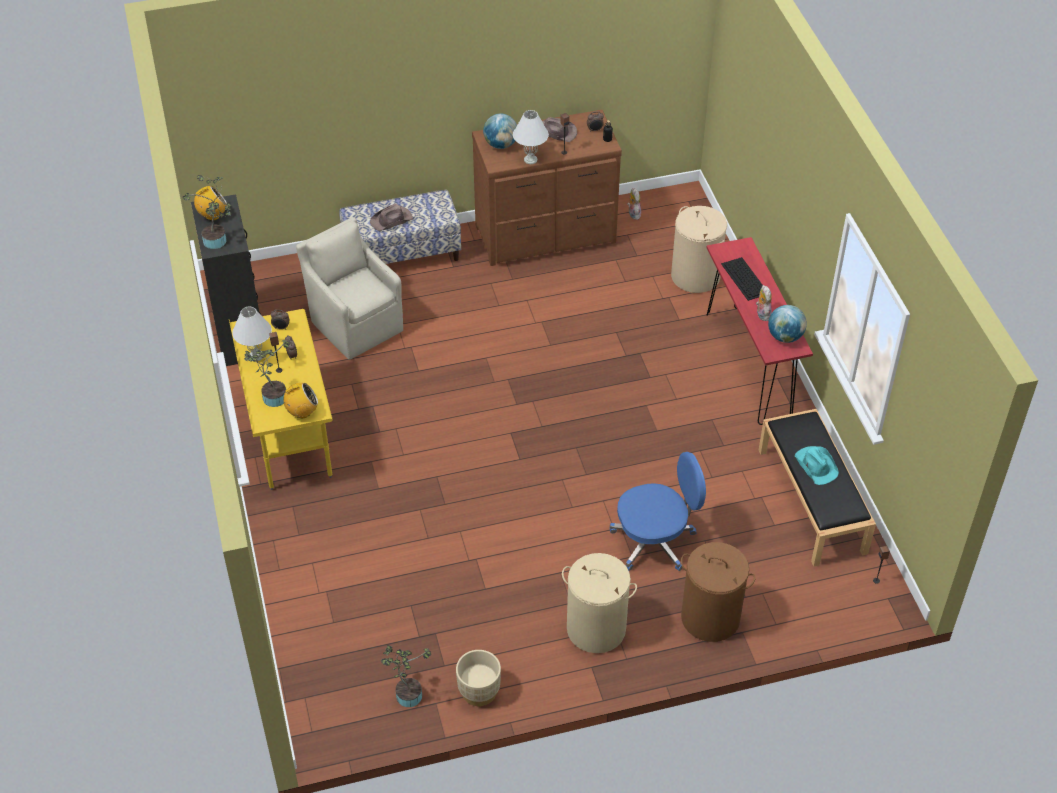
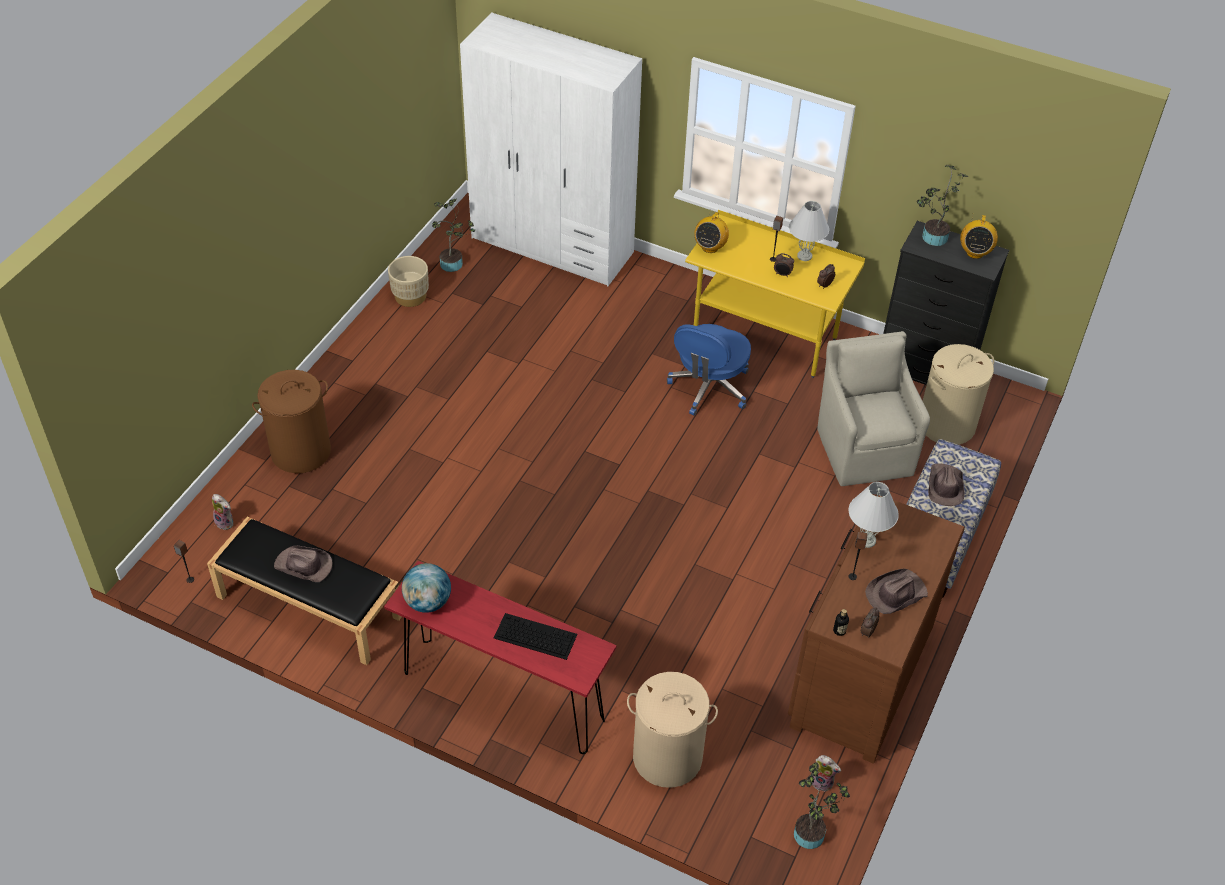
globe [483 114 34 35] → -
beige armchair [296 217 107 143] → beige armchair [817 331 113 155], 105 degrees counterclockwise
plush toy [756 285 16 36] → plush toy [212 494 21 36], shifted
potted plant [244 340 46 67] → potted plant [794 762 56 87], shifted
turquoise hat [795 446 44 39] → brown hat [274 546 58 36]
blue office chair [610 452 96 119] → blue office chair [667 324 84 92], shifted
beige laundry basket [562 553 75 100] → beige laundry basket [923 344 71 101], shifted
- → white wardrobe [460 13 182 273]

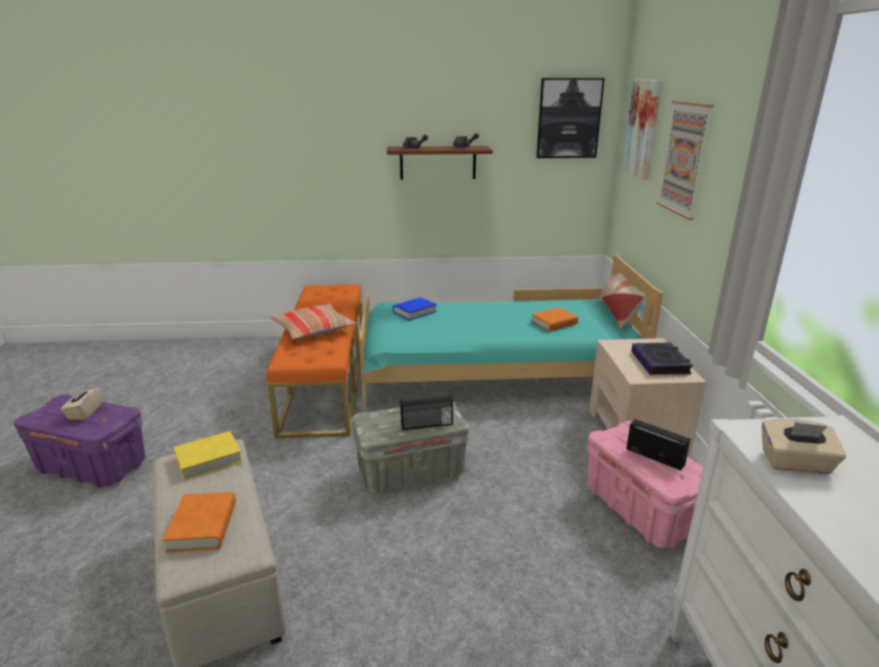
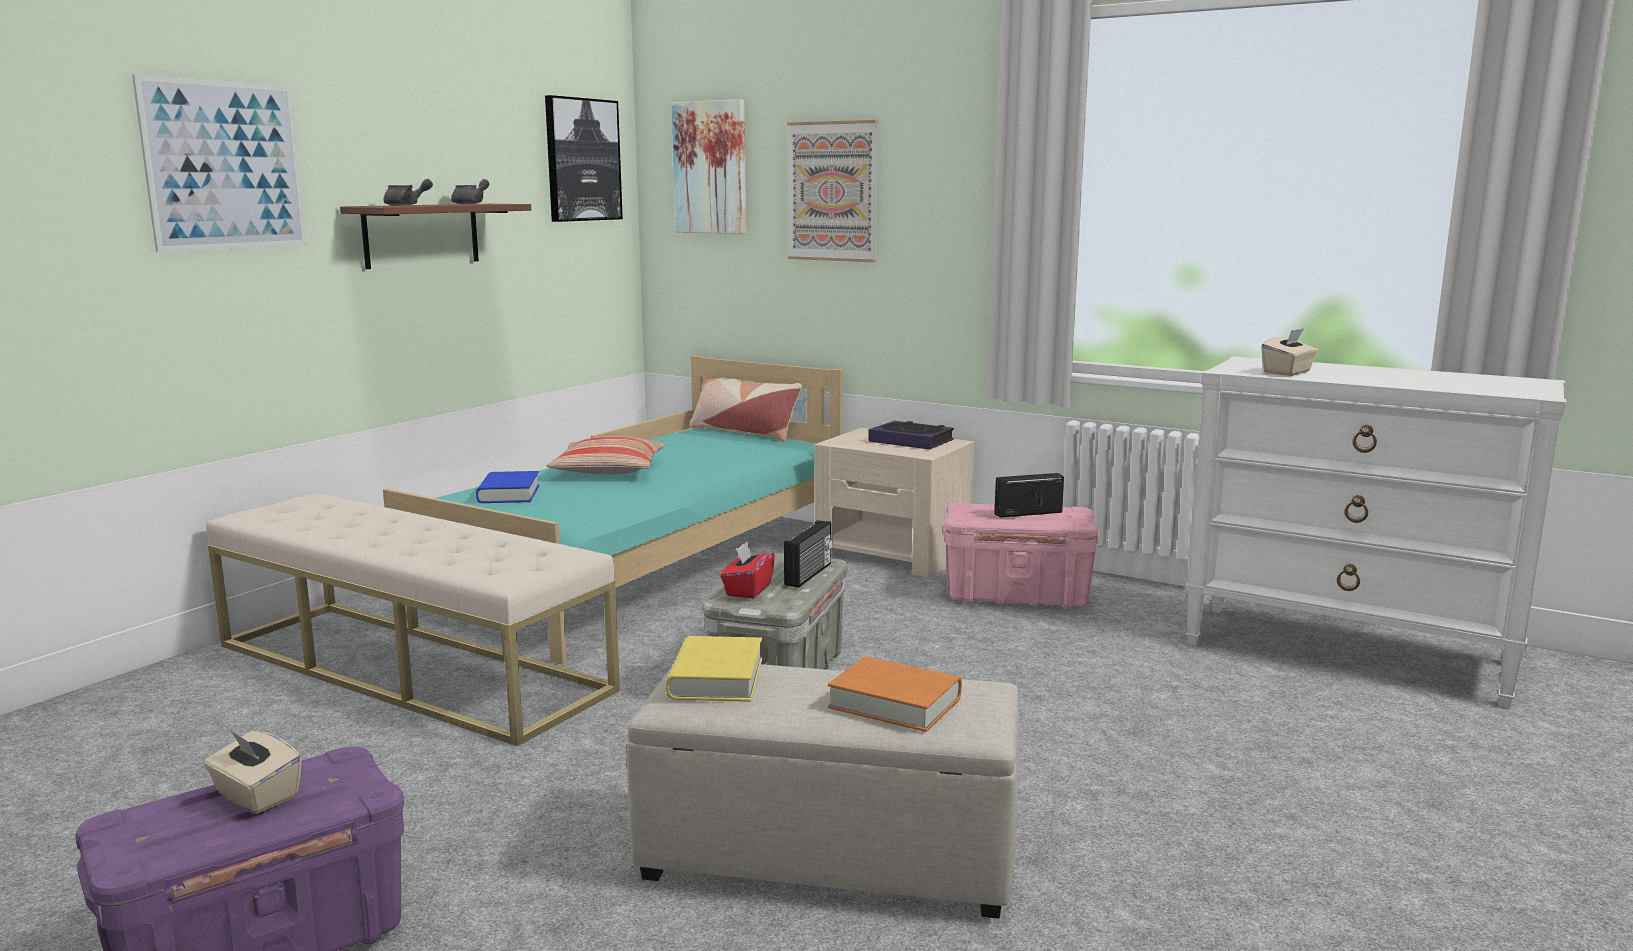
orange bench [266 284 97 154] → beige bench [206 493 414 253]
pillow [271 304 85 35] → pillow [546 436 120 39], shifted
orange book [531 307 47 24] → -
- → picture [132 74 175 178]
- → red tissue box [720 542 55 57]

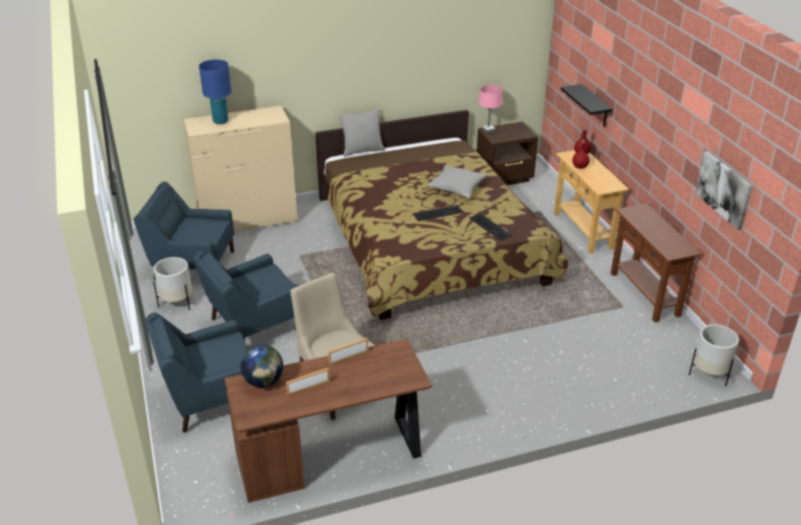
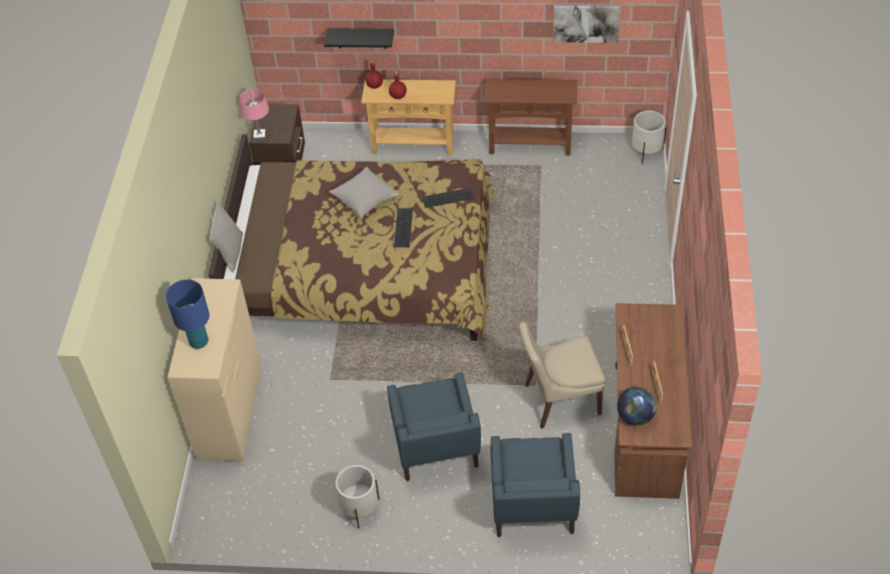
blue armchair [134 182 100 99] → -

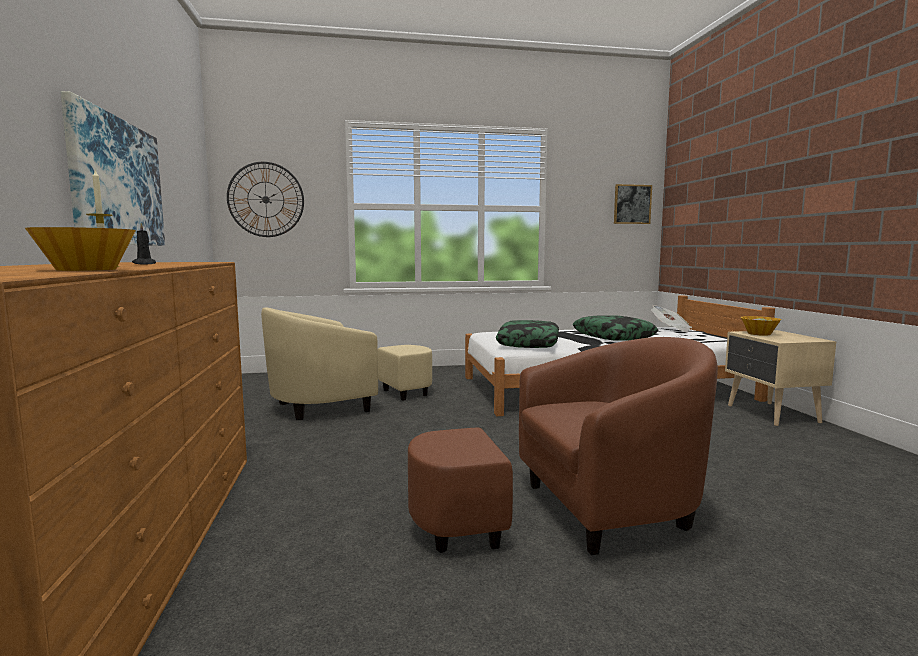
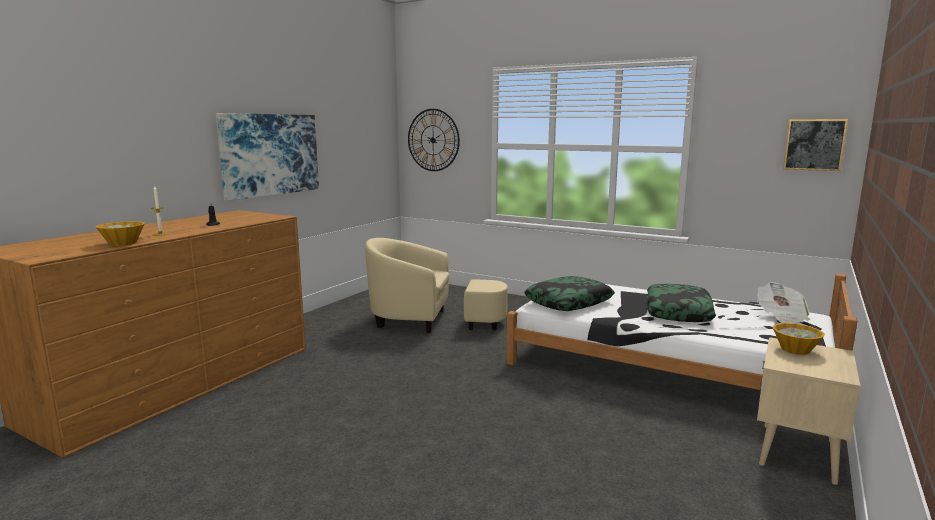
brown armchair [408 337 310 218] → -

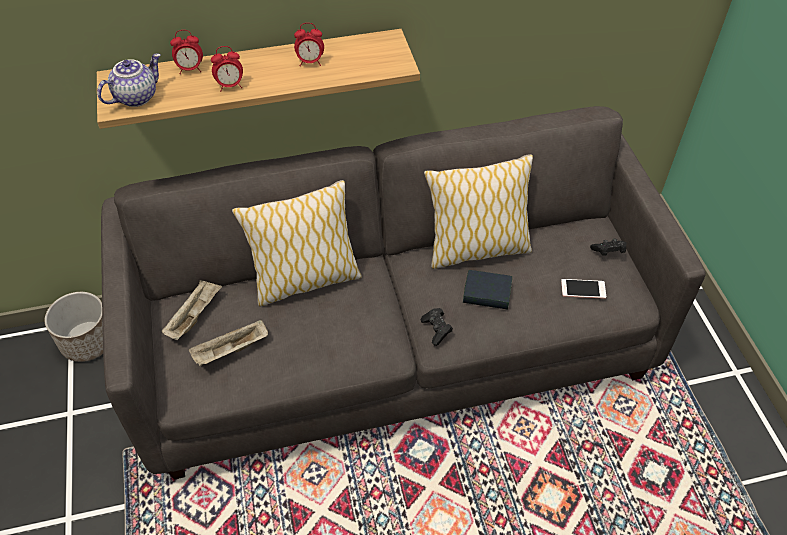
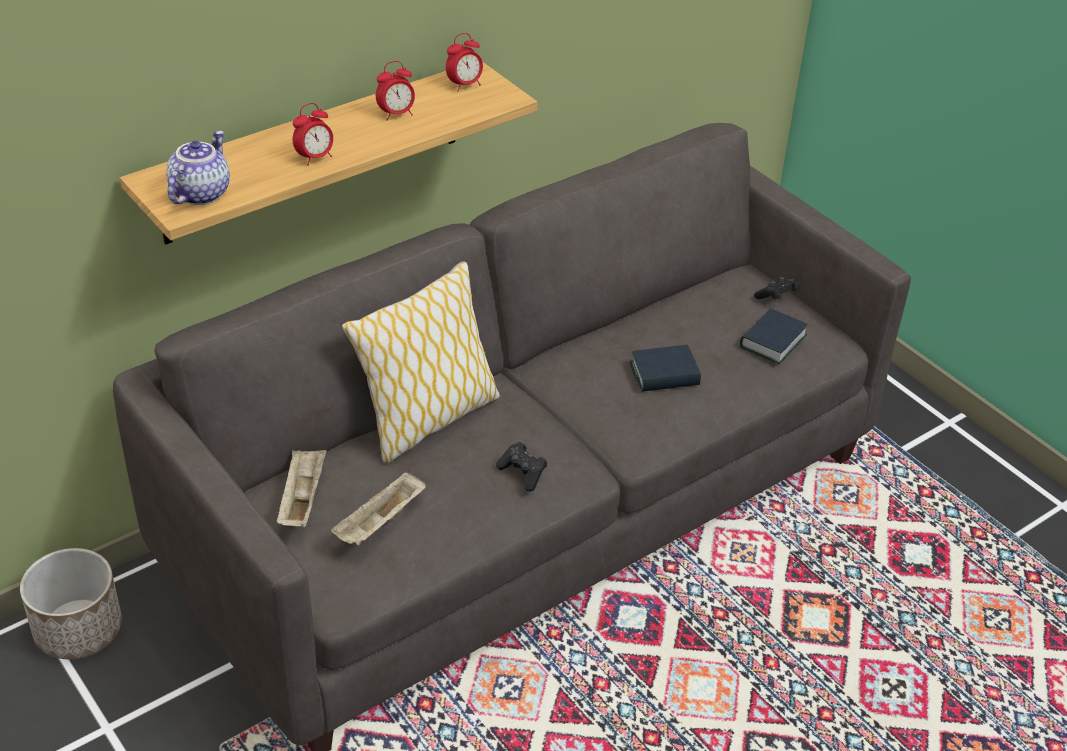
alarm clock [170 30 33 44] → alarm clock [446 33 37 59], shifted
pillow [424 154 109 115] → -
phone [561 279 45 20] → book [740 308 68 56]
black game controller [421 308 32 38] → black game controller [496 442 51 49], shifted

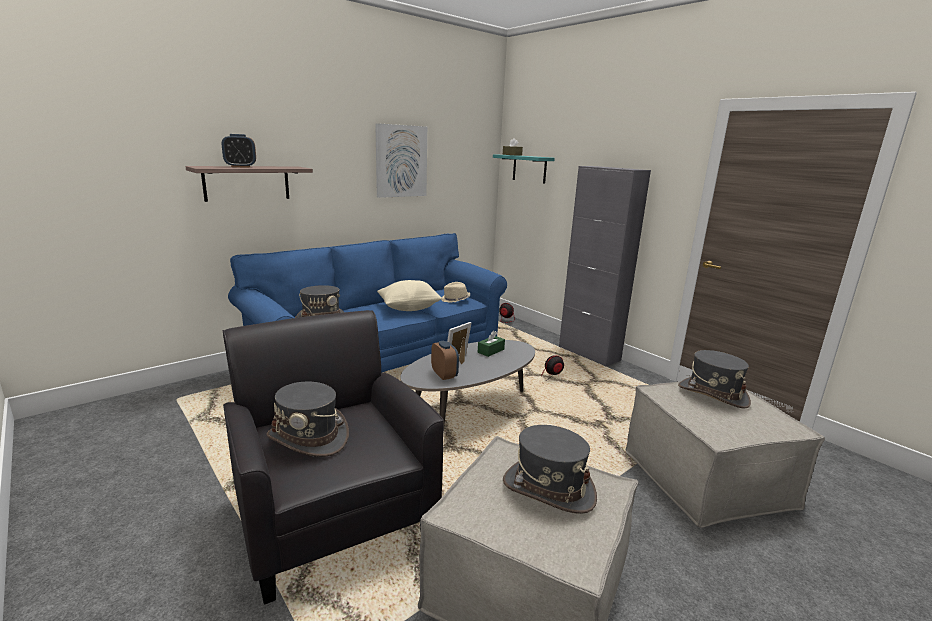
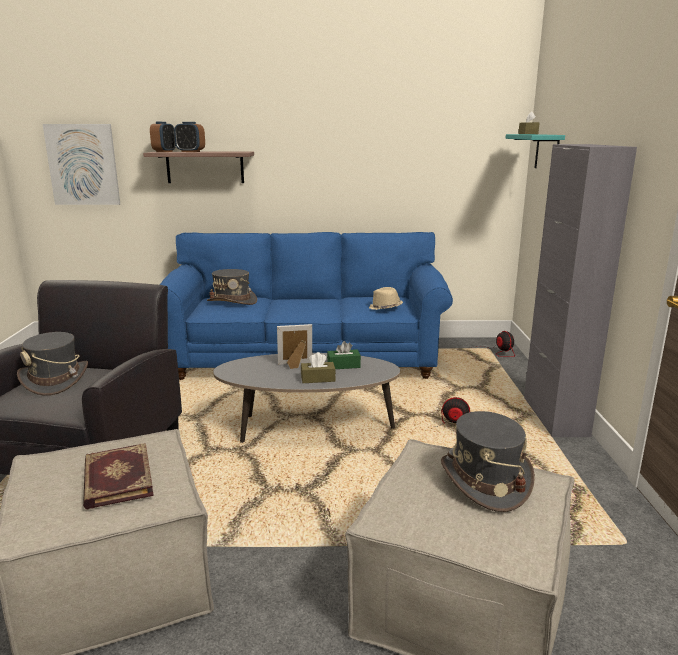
picture [375 123 52 75] → picture [43 124 77 81], shifted
beige pillow [377 280 65 31] → -
alarm clock [431 340 28 40] → alarm clock [150 122 26 30], shifted
grey hat [503 425 94 89] → book [83 443 71 66]
- → brown tissue box [301 352 35 31]

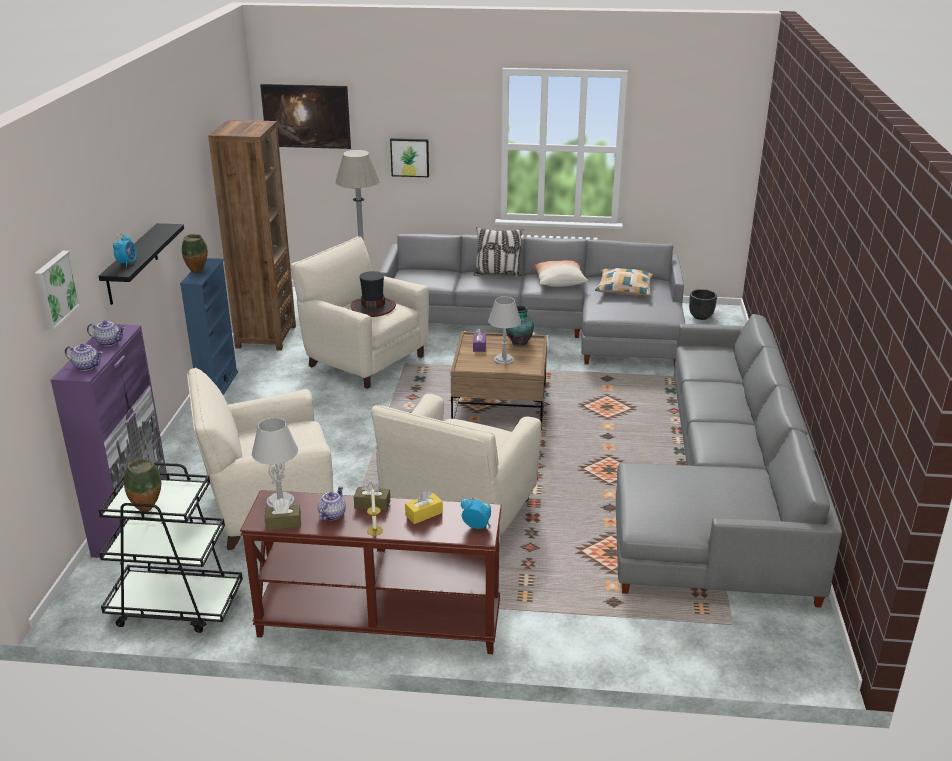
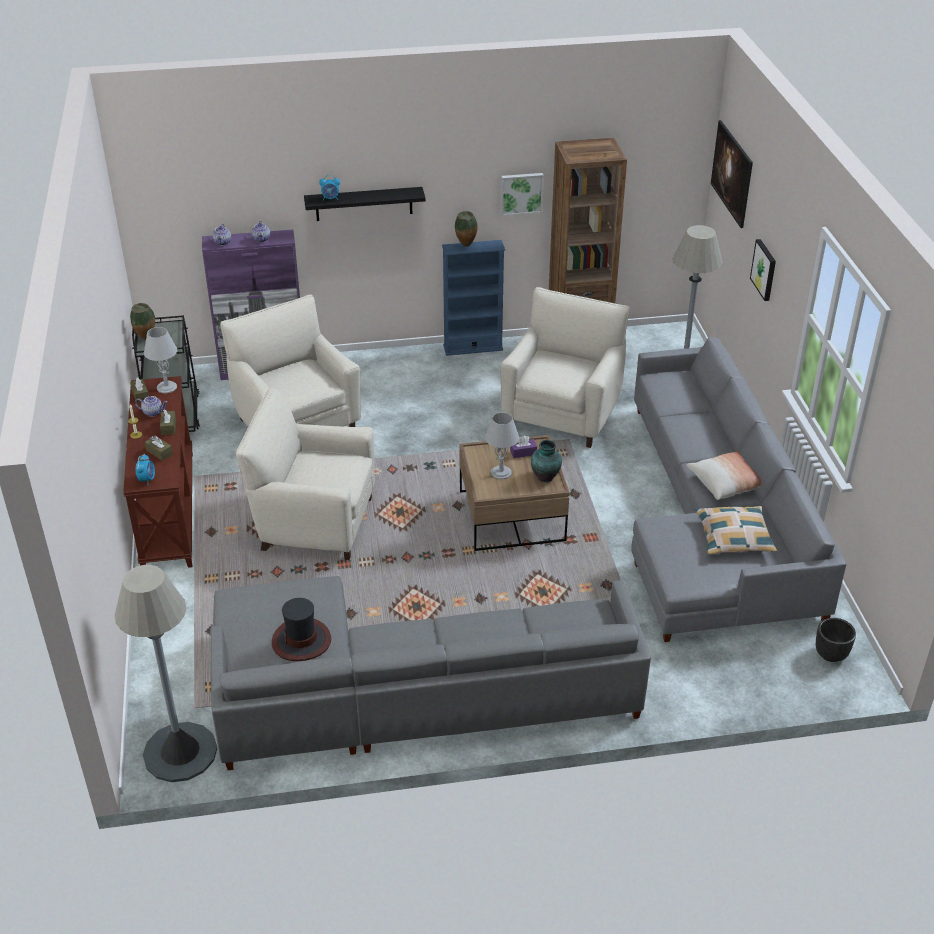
pillow [474 227 49 49] → -
picture [34 251 47 79] → picture [501 173 43 43], shifted
hat [350 271 46 46] → hat [272 598 59 63], shifted
yellow tissue box [405 491 38 33] → brown tissue box [145 436 28 25]
- → grey floor lamp [114 565 103 217]

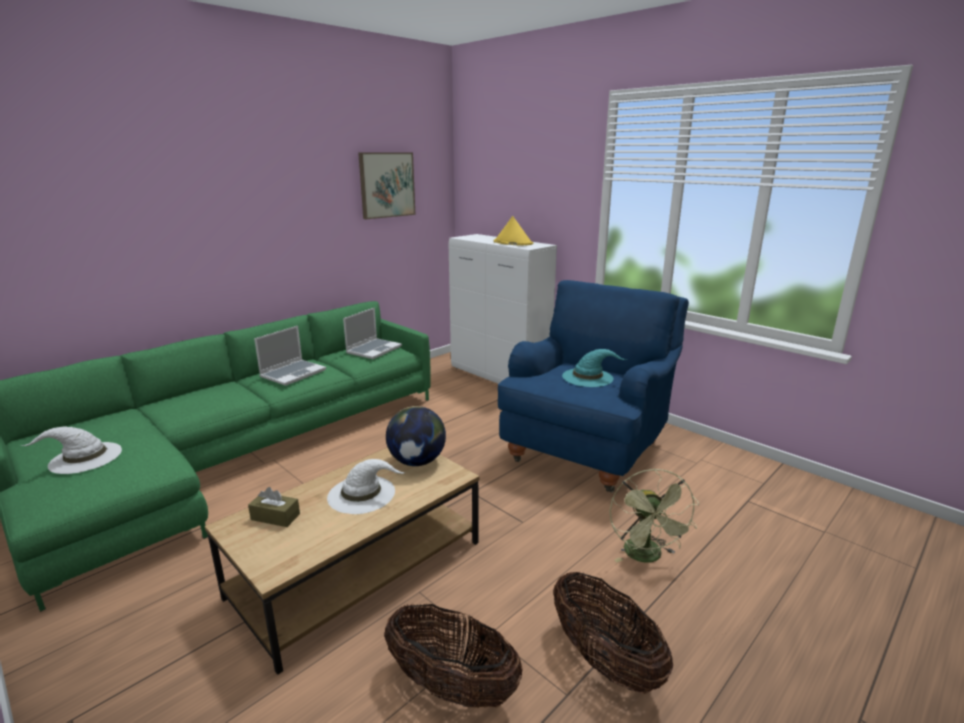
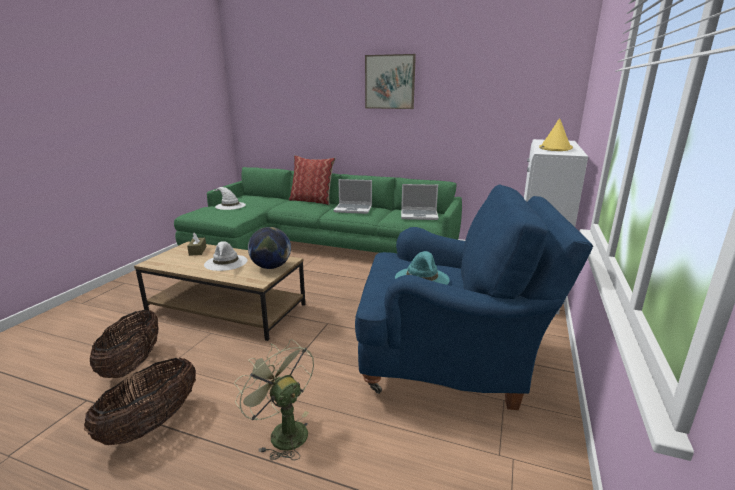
picture [358 152 57 67] → picture [365 54 51 55], shifted
green fan [610 468 89 95] → green fan [234 339 80 121], 75 degrees clockwise
- → pillow [289 155 47 50]

